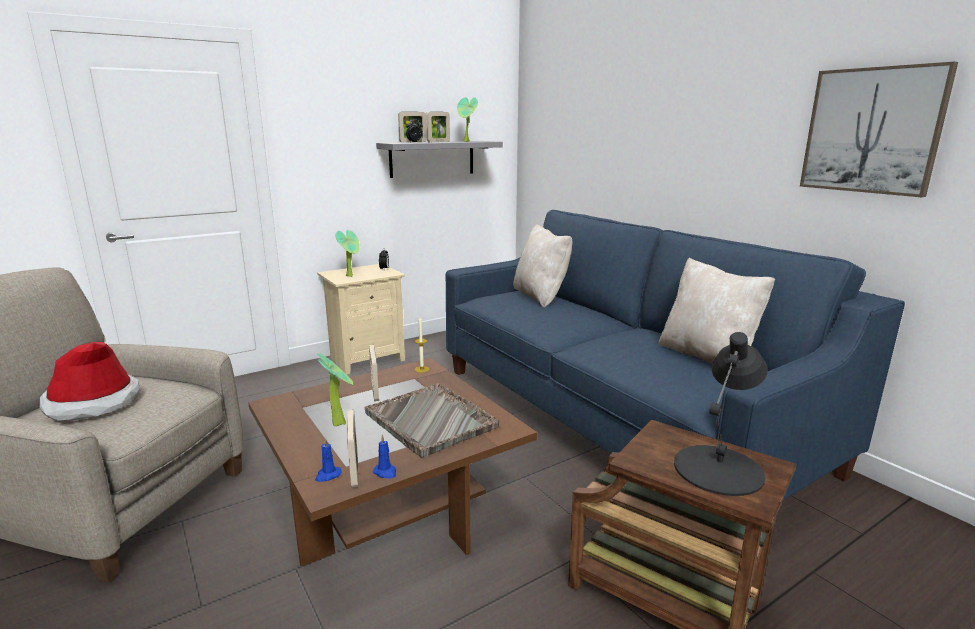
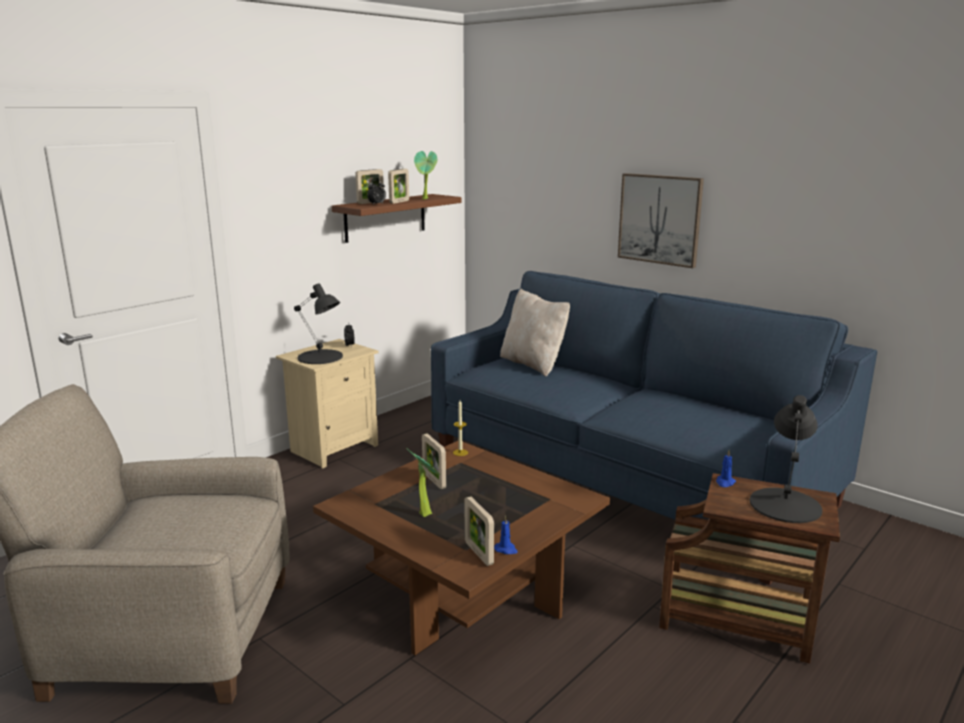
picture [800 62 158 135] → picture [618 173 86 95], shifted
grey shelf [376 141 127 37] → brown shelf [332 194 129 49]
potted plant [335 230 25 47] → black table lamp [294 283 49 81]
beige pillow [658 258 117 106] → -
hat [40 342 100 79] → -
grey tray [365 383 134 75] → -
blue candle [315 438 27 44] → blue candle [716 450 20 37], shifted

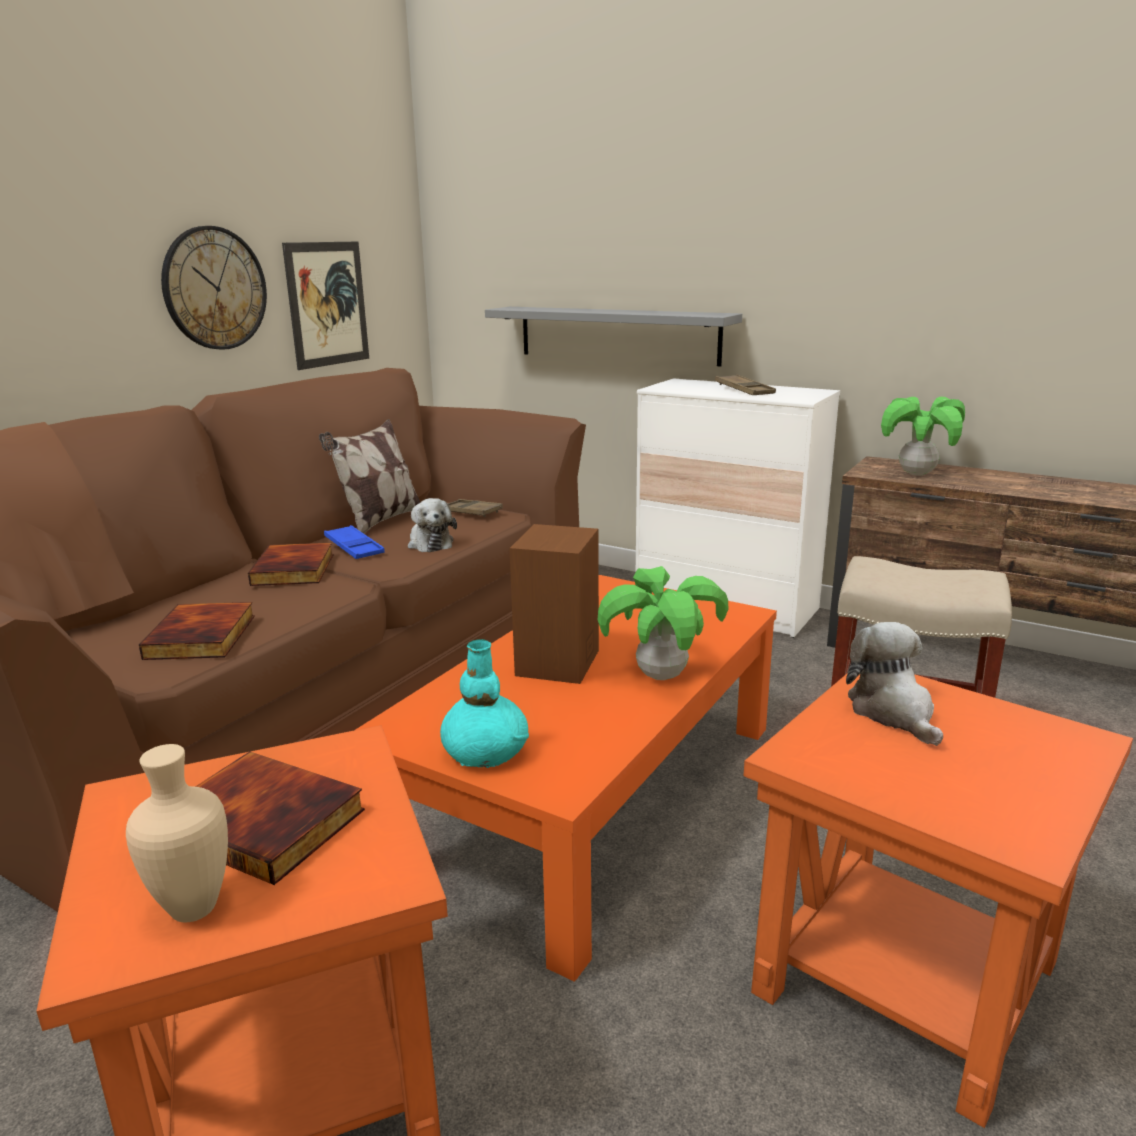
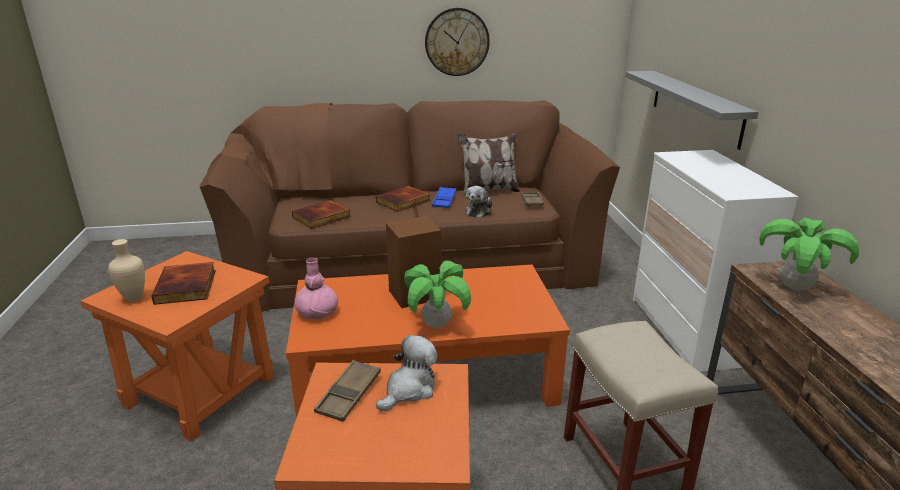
picture [282 242 87 128] → -
brown tray [715 375 61 20] → brown tray [314 360 67 62], shifted
turquoise vase [440 639 89 129] → pink vase [294 257 44 62]

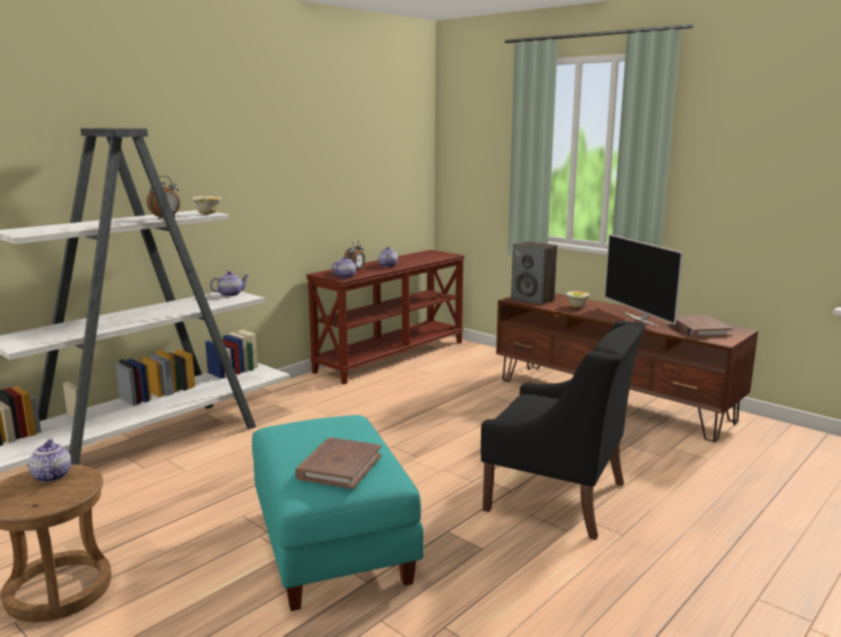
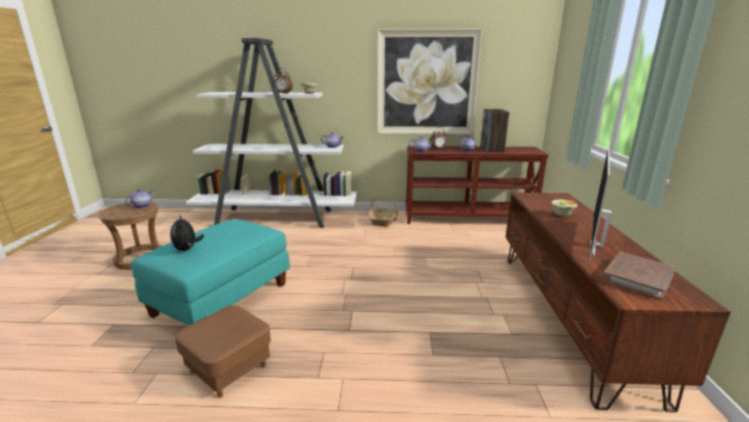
speaker [511 241 46 64] → speaker [480 109 30 43], shifted
black armchair [481 320 165 220] → -
brown book [295 437 87 52] → plush toy [170 215 34 36]
- → picture [377 29 106 105]
- → basket [369 194 30 33]
- → brown ottoman [175 305 96 93]

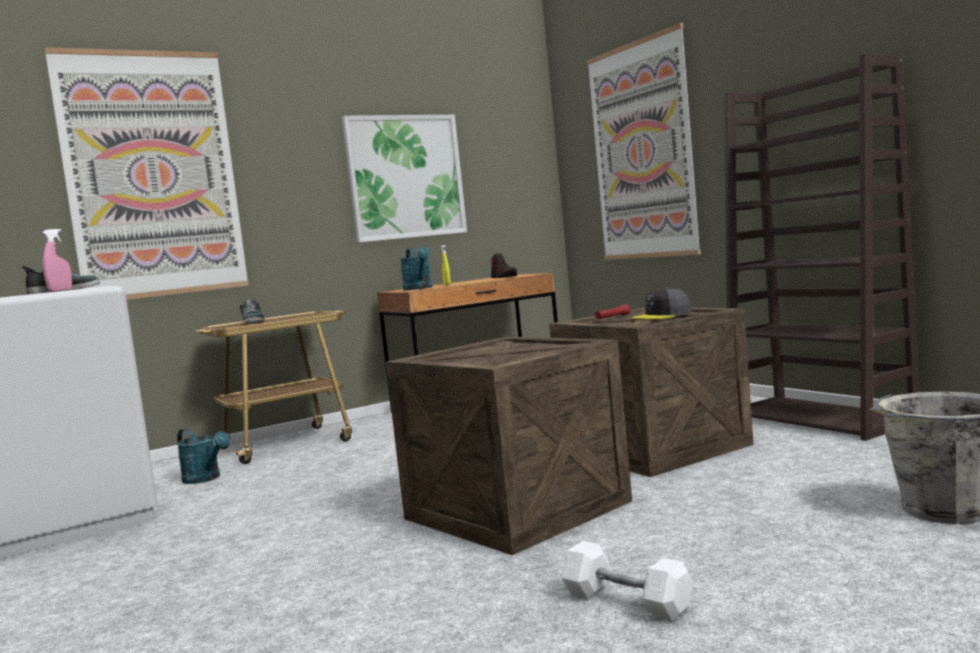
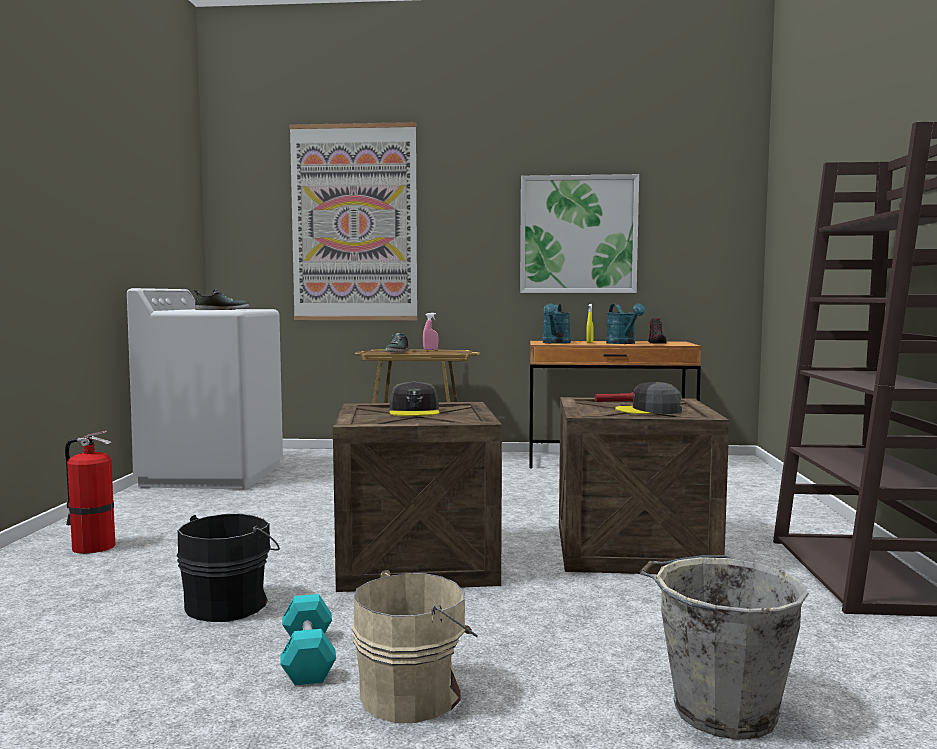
picture [587 23 114 237] → -
pink spray bottle [42 229 30 63] → pink spray bottle [423 313 15 37], shifted
turquoise watering can [177 428 53 56] → turquoise watering can [606 304 39 40], shifted
white dumbbell [561 541 132 81] → turquoise dumbbell [280 594 56 91]
- → grey cap [390 381 50 35]
- → fire extinguisher [65 431 50 123]
- → black bucket [176 514 104 108]
- → beige bucket [352 570 126 153]

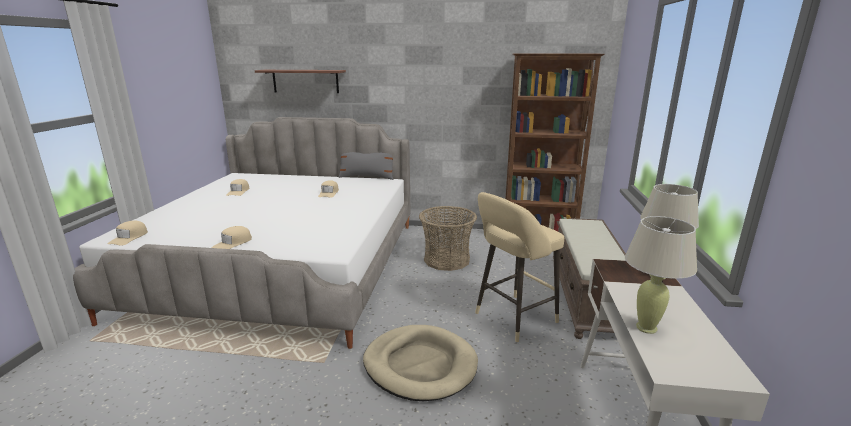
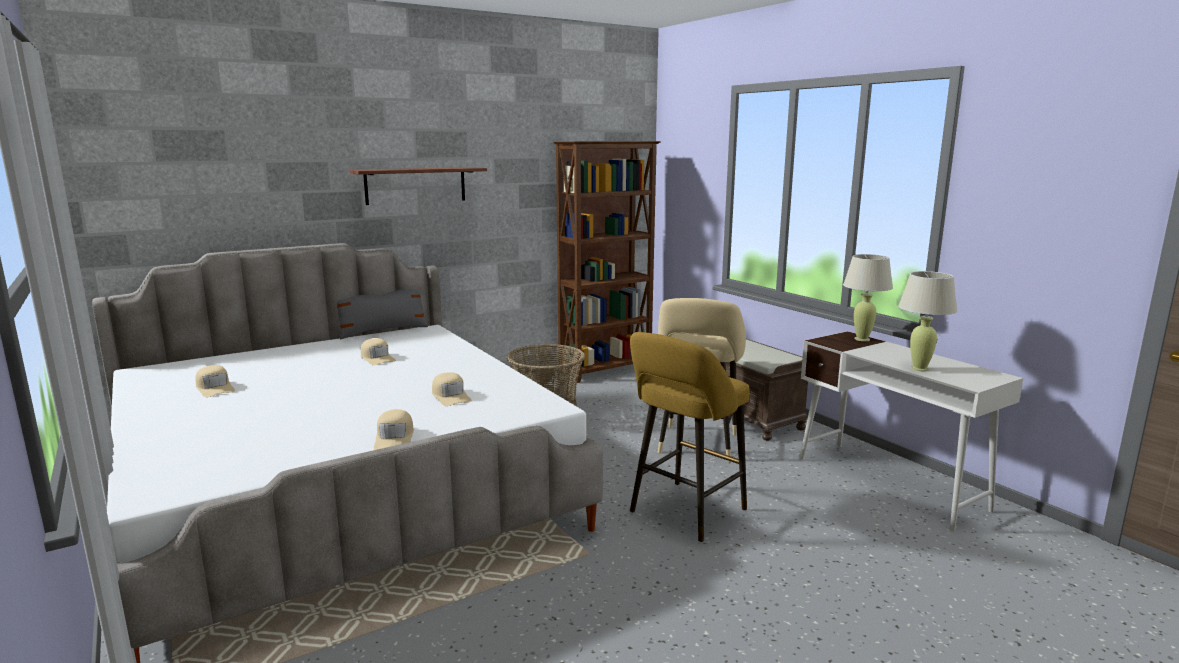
shelf [255 70 91 23] → shelf [350 167 137 38], shifted
beige cap [108 221 40 25] → beige cap [432 372 40 34], shifted
beige dog bed [363 325 115 76] → yellow stool [630 332 119 210]

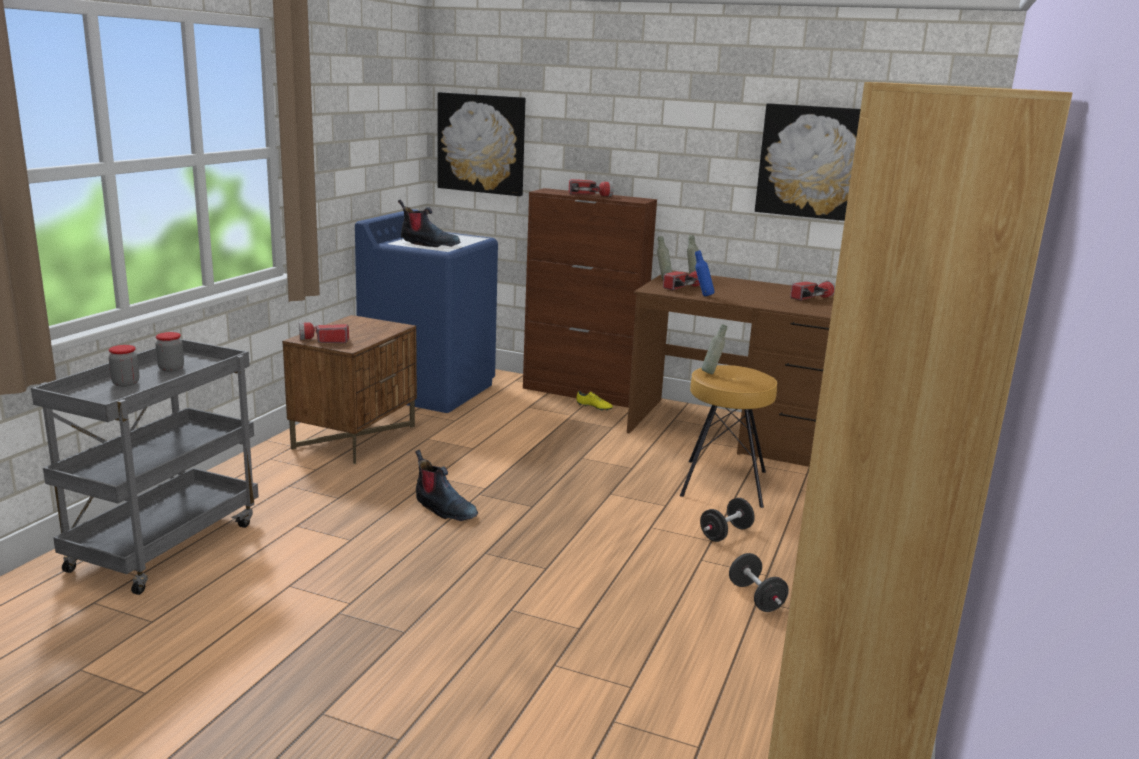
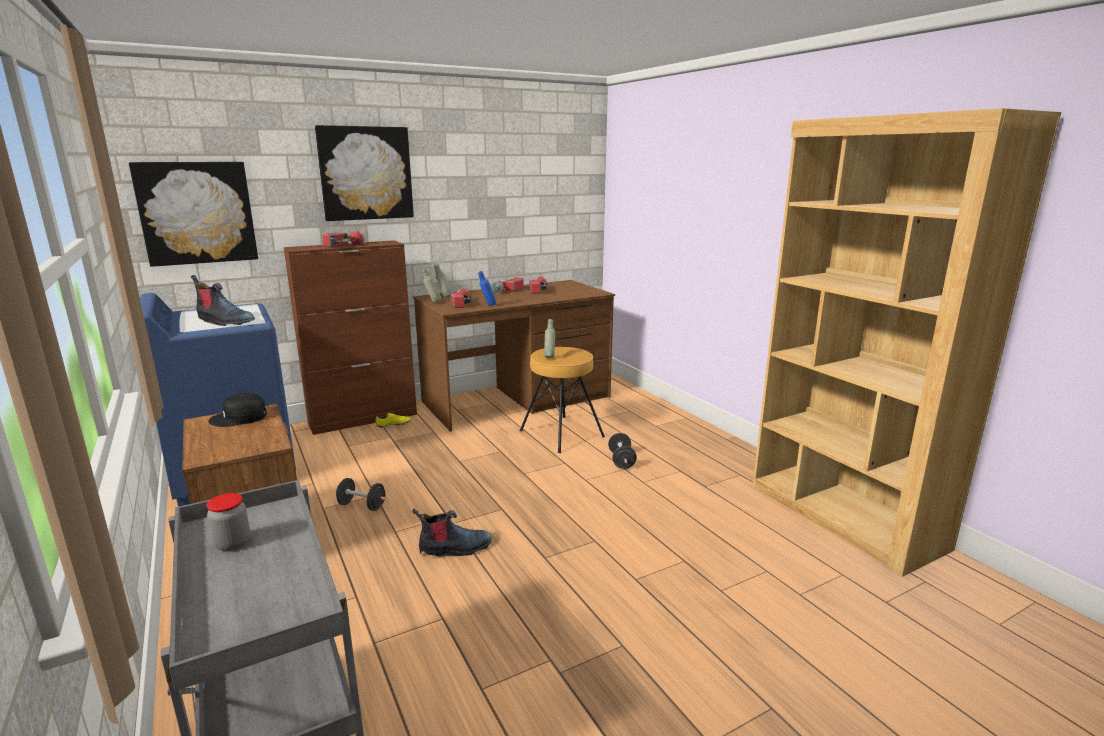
picture [755 103 106 118] → picture [315 125 99 96], shifted
boot [398 200 62 47] → boot [191 275 64 51], 60 degrees clockwise
flashlight [299 322 50 21] → flashlight [491 277 33 16], shifted
jar [108 345 32 42] → -
black dumbbell [729 553 60 59] → black dumbbell [336 478 50 33], shifted
- → black cap [208 392 59 35]

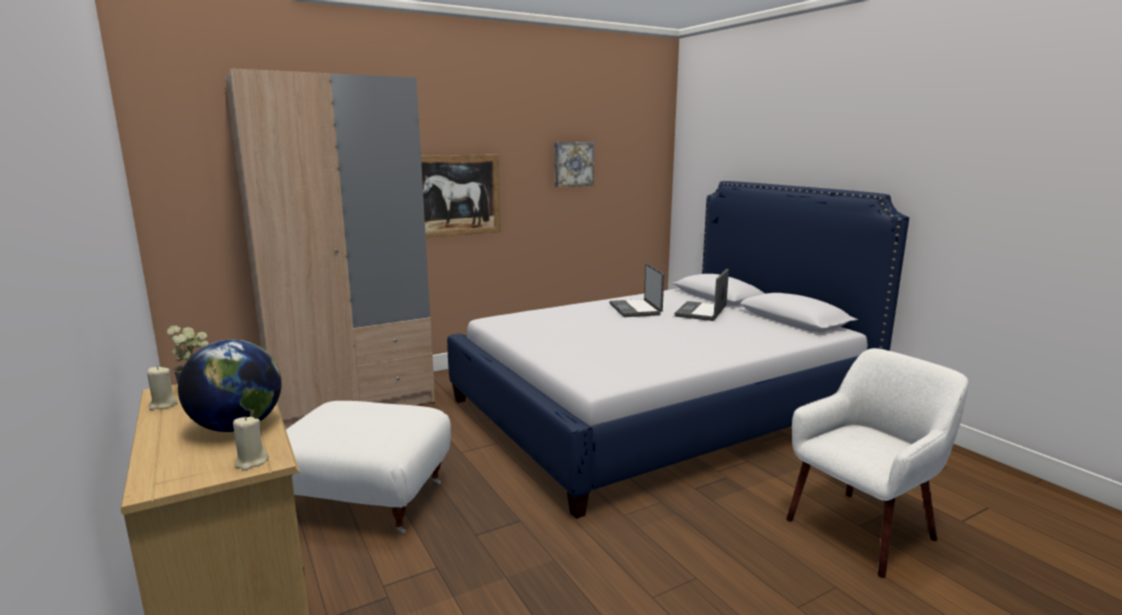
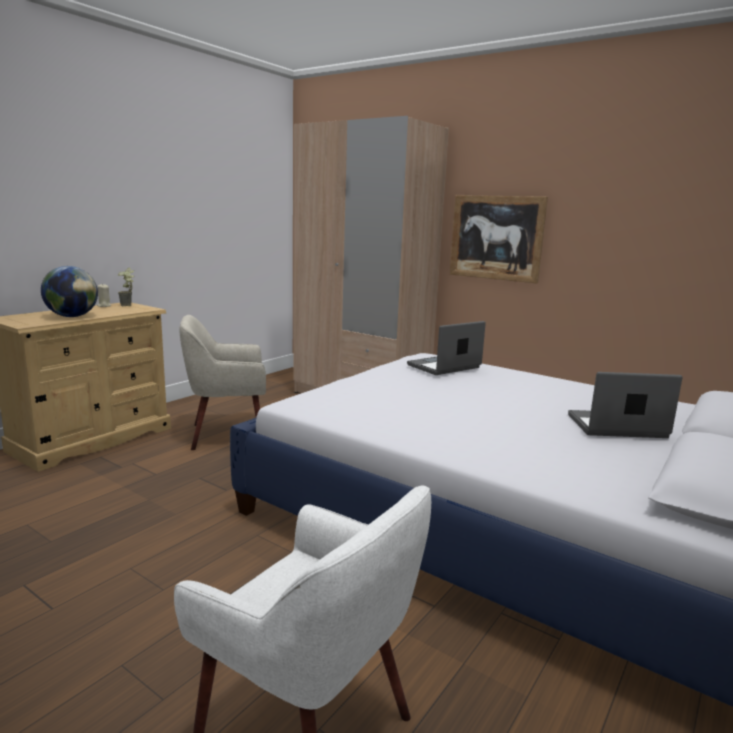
picture [554 142 40 45] → -
laptop [609 264 55 53] → laptop [407 321 79 54], shifted
white ottoman [286 401 165 133] → beige armchair [180 315 86 135]
beige candle [233 416 36 54] → -

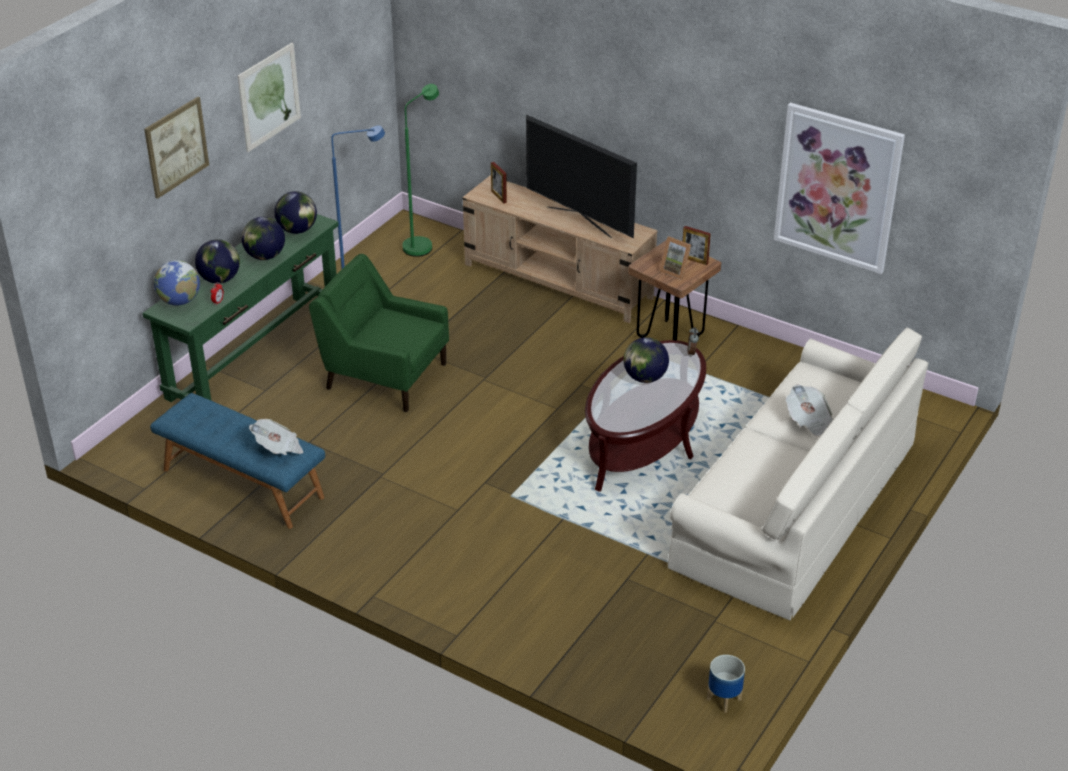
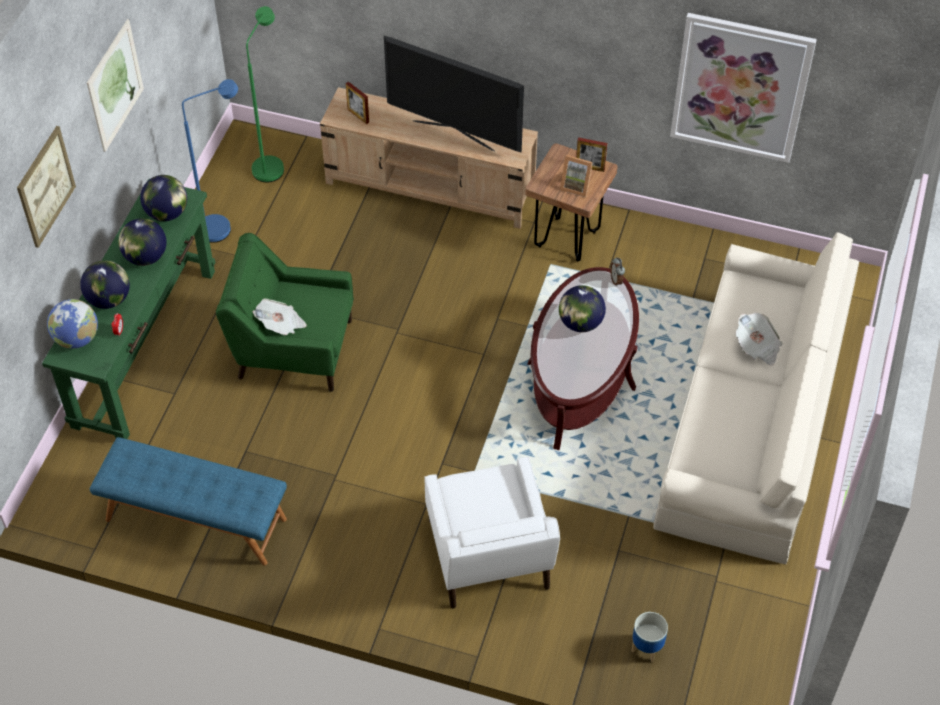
newspaper [249 419 54 36] → newspaper [253 298 54 37], shifted
planter [707 655 38 57] → planter [631 612 37 50], shifted
- → white armchair [424 457 136 152]

